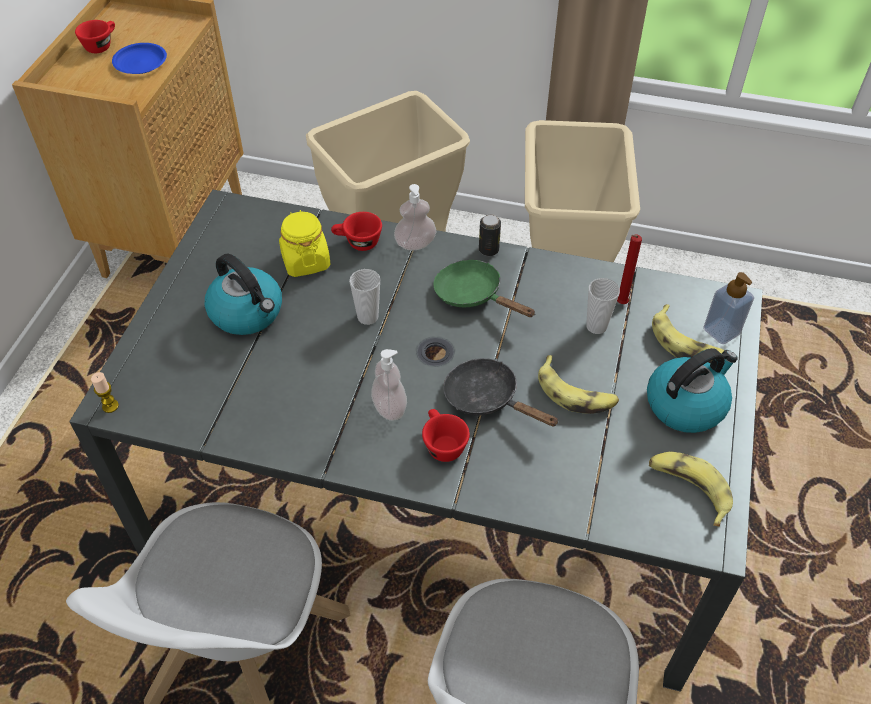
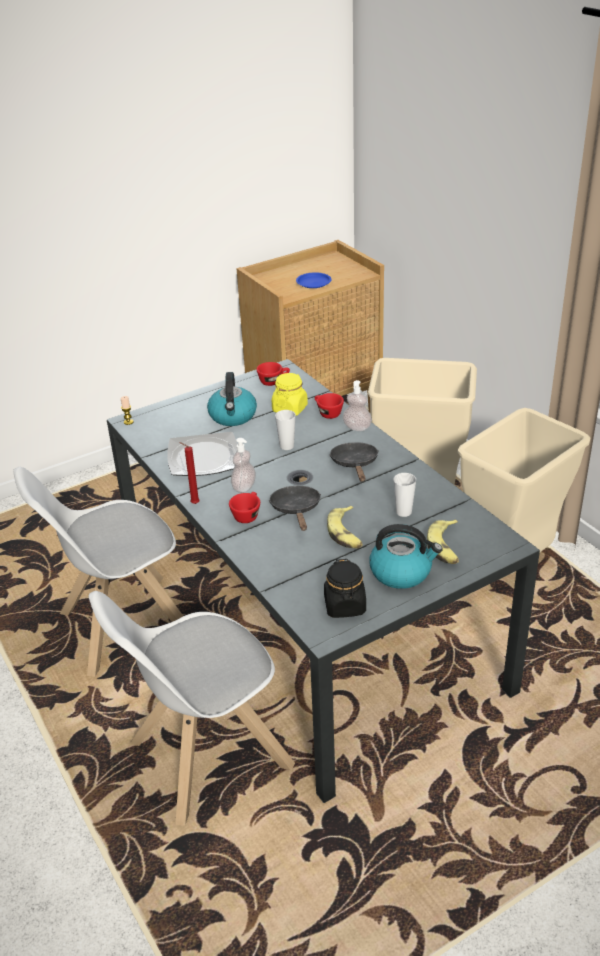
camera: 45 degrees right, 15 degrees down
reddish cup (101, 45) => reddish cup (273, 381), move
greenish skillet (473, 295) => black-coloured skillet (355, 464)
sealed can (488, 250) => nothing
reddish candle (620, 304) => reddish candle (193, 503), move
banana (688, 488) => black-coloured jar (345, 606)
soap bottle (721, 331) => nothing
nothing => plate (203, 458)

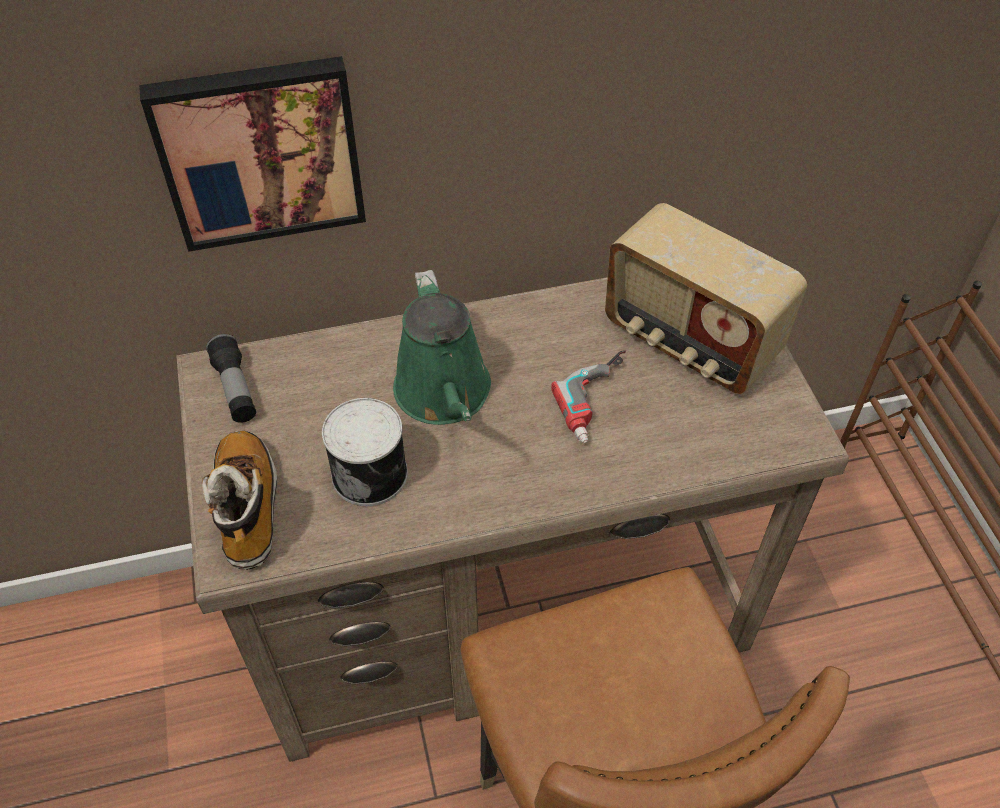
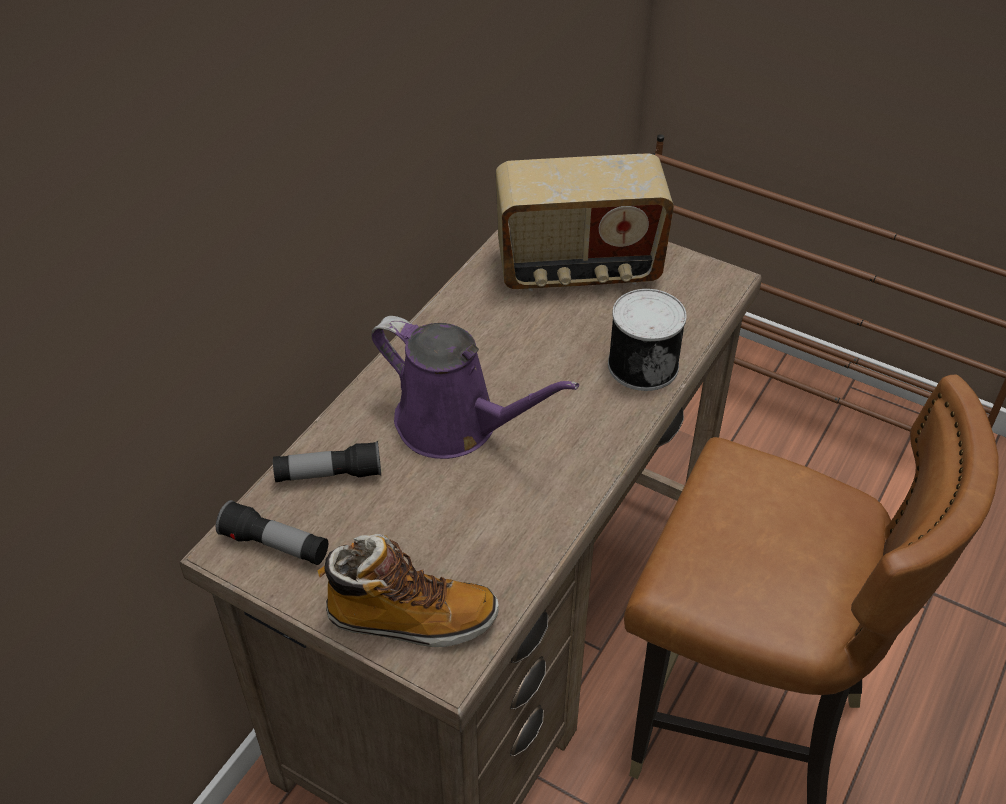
camera: 45 degrees left, 5 degrees down
picture (260, 151) => nothing
high-top boot (248, 507) => high-top boot (411, 618), 150 degrees clockwise
sealed can (371, 473) => sealed can (642, 364), move
greenish watering can (445, 395) => purple-coloured watering can (455, 425)
electric drill (601, 401) => nothing
nothing => hand torch (329, 474)

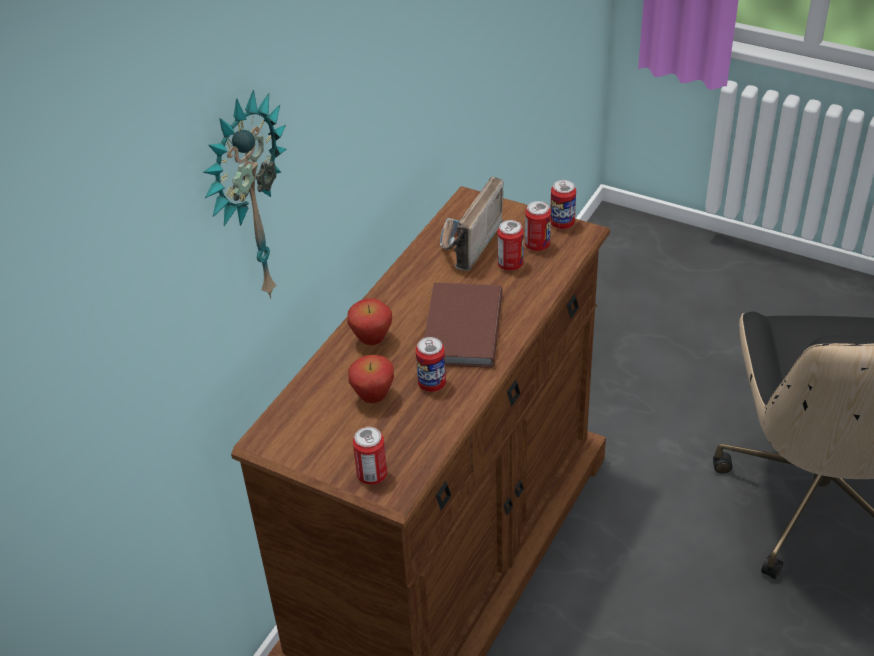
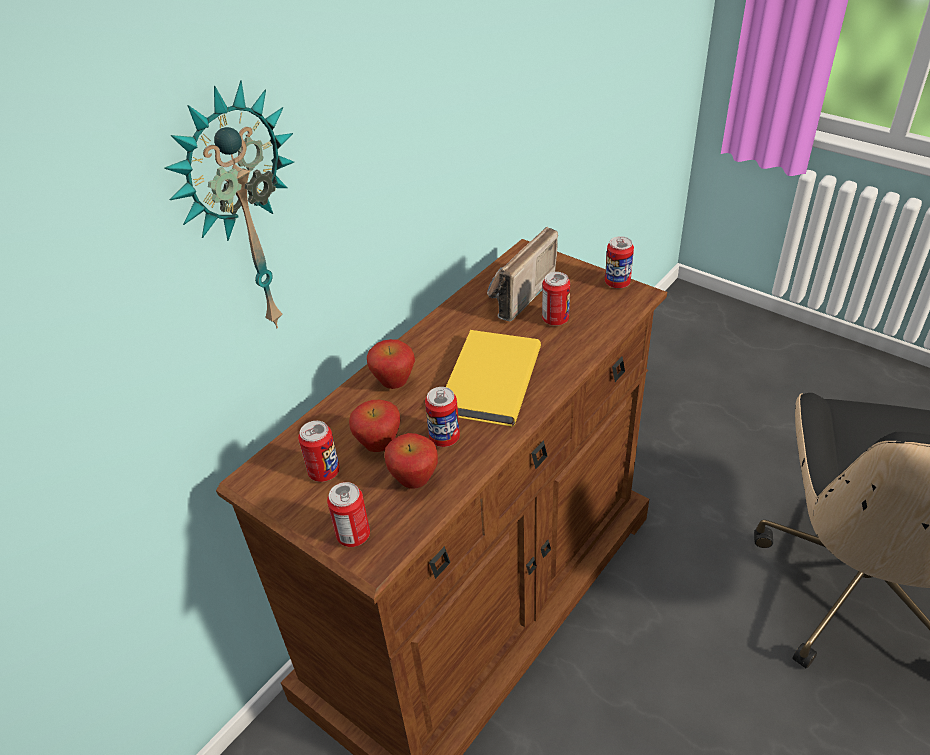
camera: 10 degrees right, 0 degrees up
brown-coloured volume (460, 329) => yellow-coloured volume (488, 381)
sealed can (537, 245) => sealed can (324, 472), move
nothing => apple fruit (414, 481)

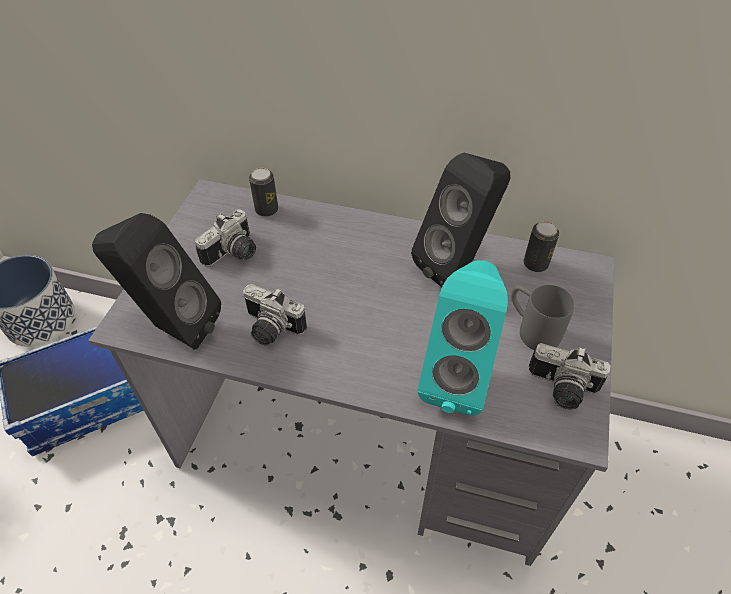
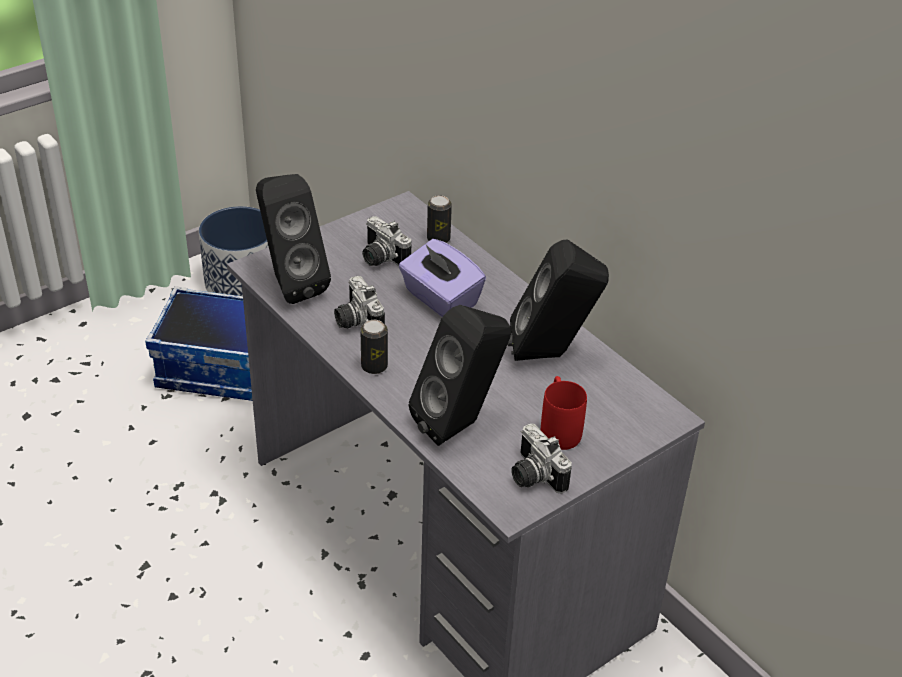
camera: 35 degrees right, 10 degrees down
photo camera (234, 254) => photo camera (380, 258), 60 degrees clockwise
blue-green audio speaker (457, 377) => black-coloured audio speaker (461, 424)
grey mug (531, 329) => reddish mug (558, 428)
sealed can (535, 264) => sealed can (374, 366), move
nothing => purple-coloured tissue holder (440, 299)

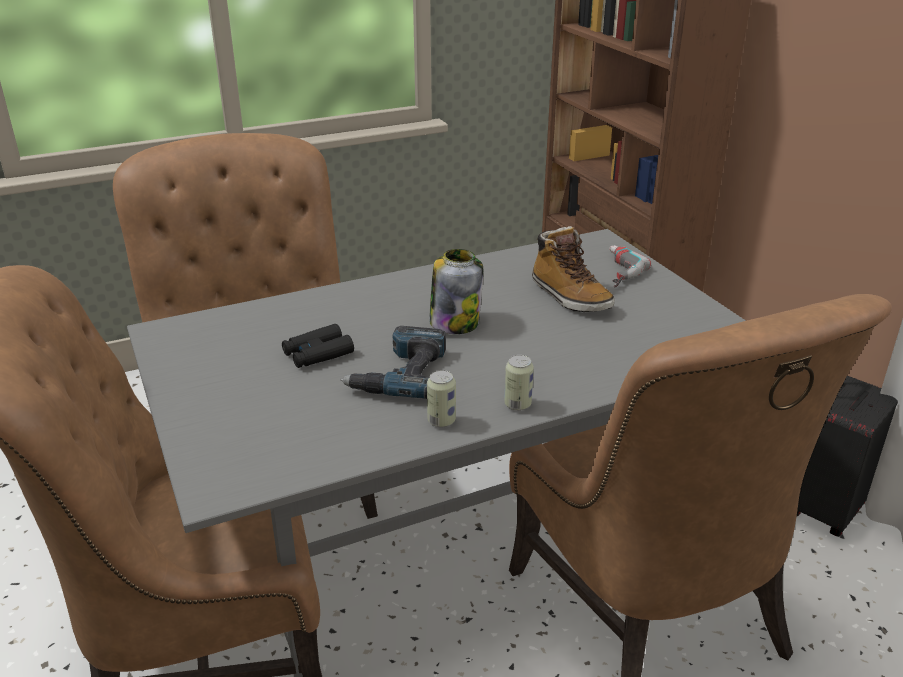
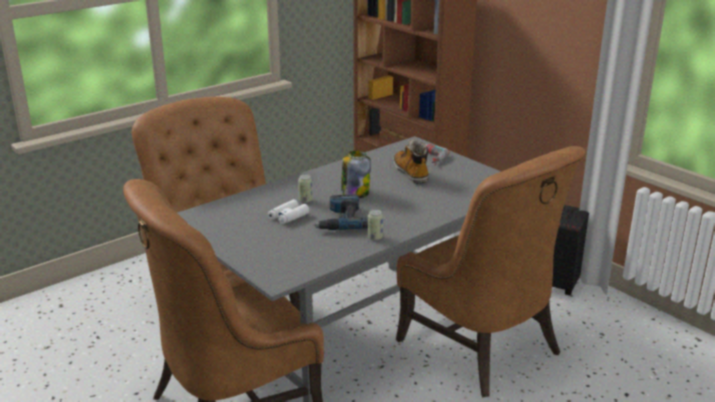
camera: 15 degrees left, 5 degrees down
black-coloured binoculars (318, 354) => white-coloured binoculars (288, 216)
sealed can (517, 404) => sealed can (305, 200), move
high-top boot (569, 297) => high-top boot (411, 173), 150 degrees counterclockwise

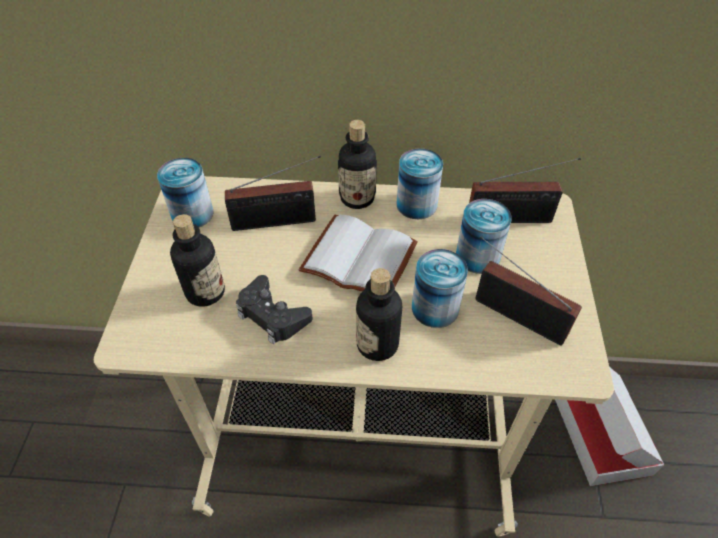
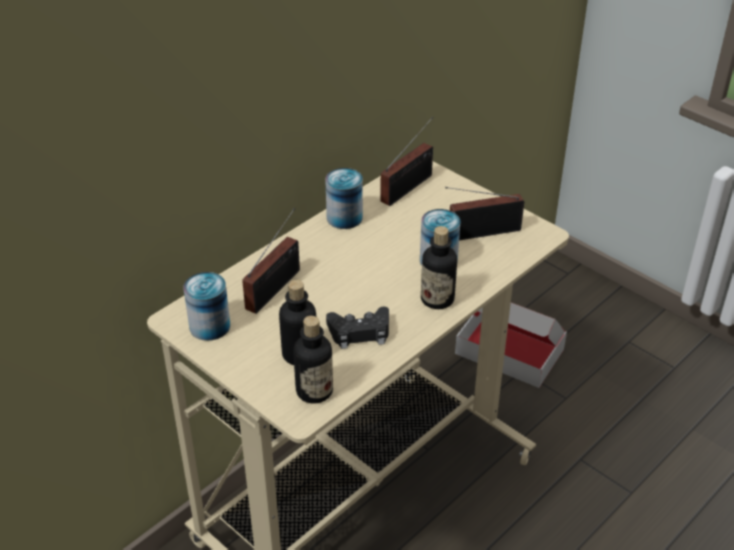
camera: 50 degrees left, 10 degrees down
white-coloured volume (362, 257) => nothing
beverage bottle (357, 198) => beverage bottle (314, 391), move
sealed can (477, 256) => nothing

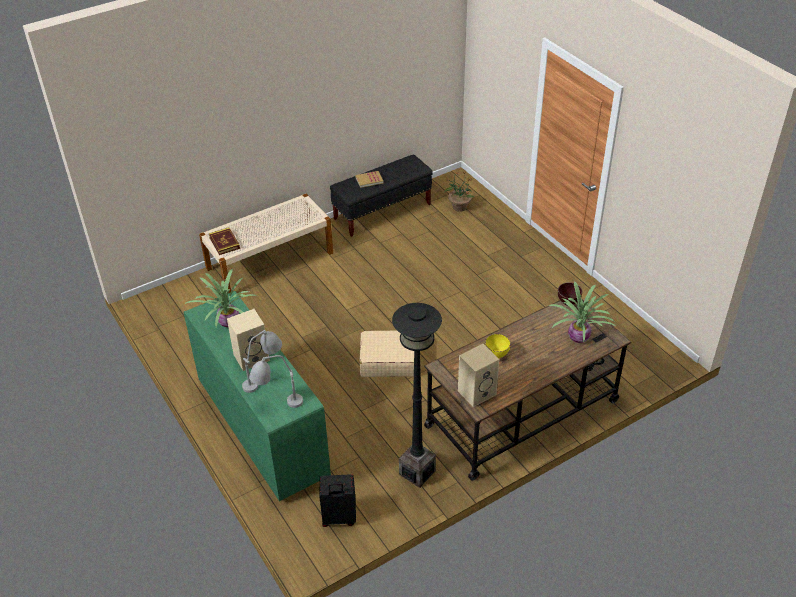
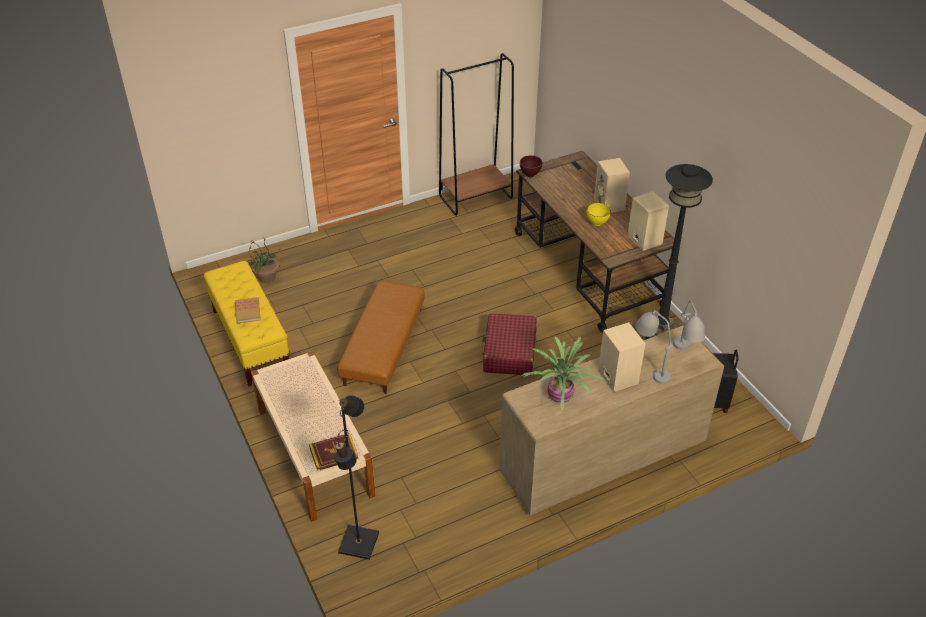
camera: 85 degrees left, 0 degrees up
greenish chest of drawers (262, 429) => beige chest of drawers (602, 459)
black-coloured indoor bench (382, 211) => yellow-coloured indoor bench (251, 341)
beige piece of luggage (389, 360) => reddish piece of luggage (509, 352)
plant in a pot (579, 337) => nothing
nothing => black-coloured standing lamp (358, 543)
nothing => brown-coloured pouffe (383, 346)
nothing => clothes rack (475, 198)
nothing => beige audio speaker (610, 205)

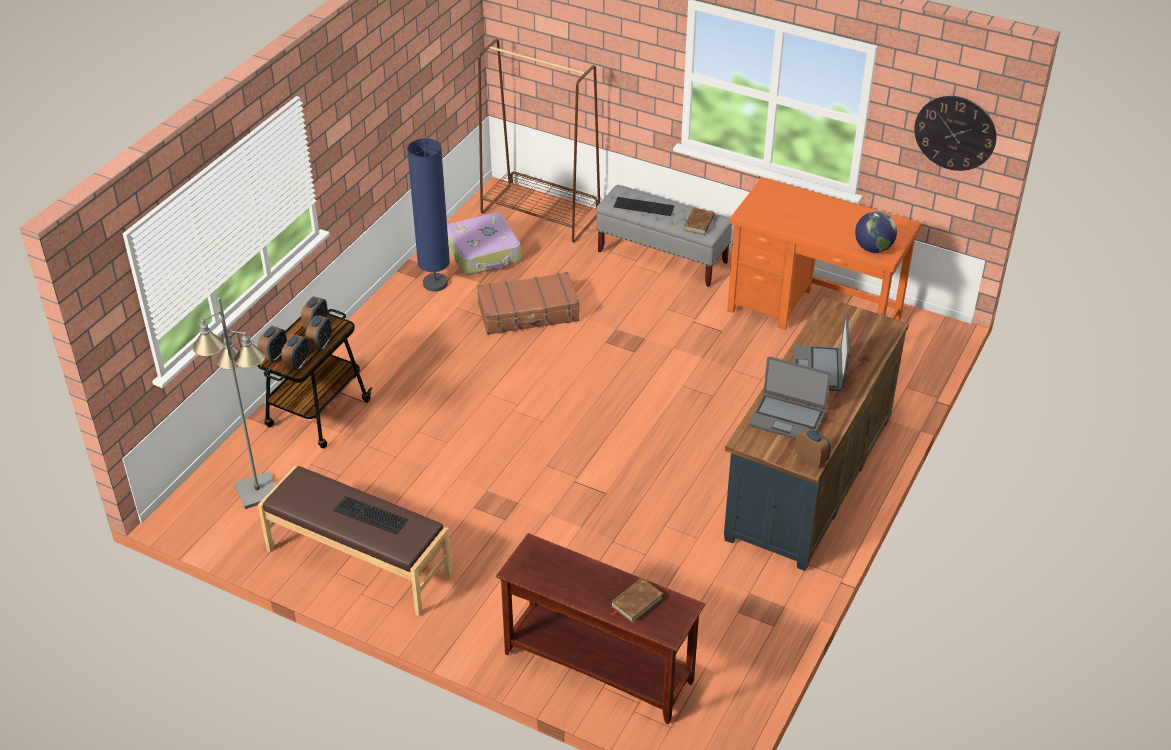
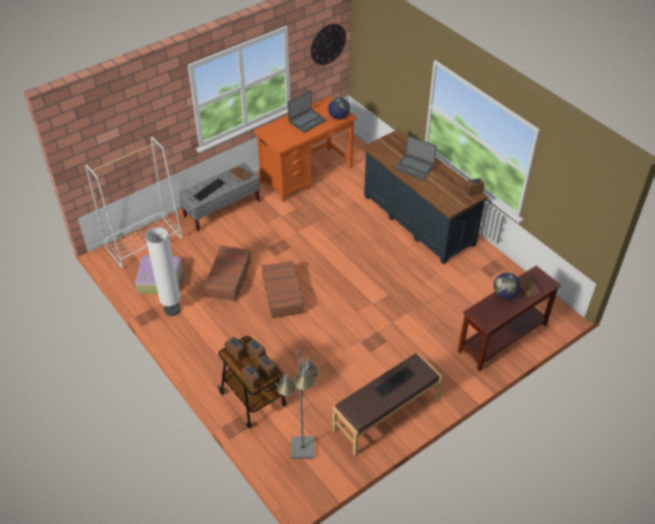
camera: 65 degrees left, 5 degrees up
blue standing lamp (435, 284) => white-coloured standing lamp (172, 310)
brown-coloured clothes rack (540, 214) => white-coloured clothes rack (144, 243)
laptop (787, 418) => laptop (307, 121), move
nothing => brown-coloured piece of luggage (283, 294)
nothing => world globe (505, 294)

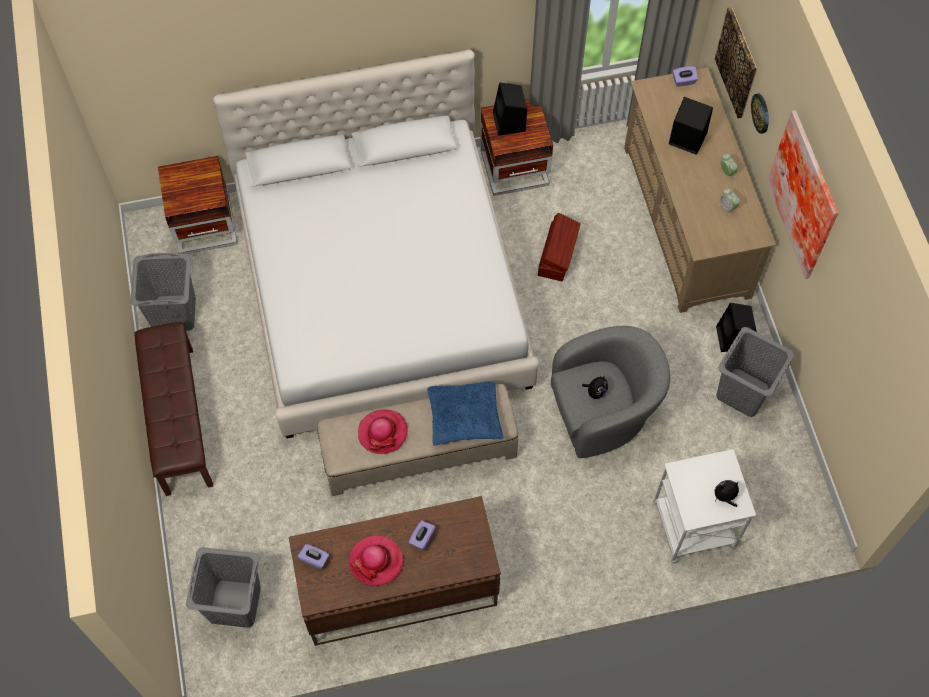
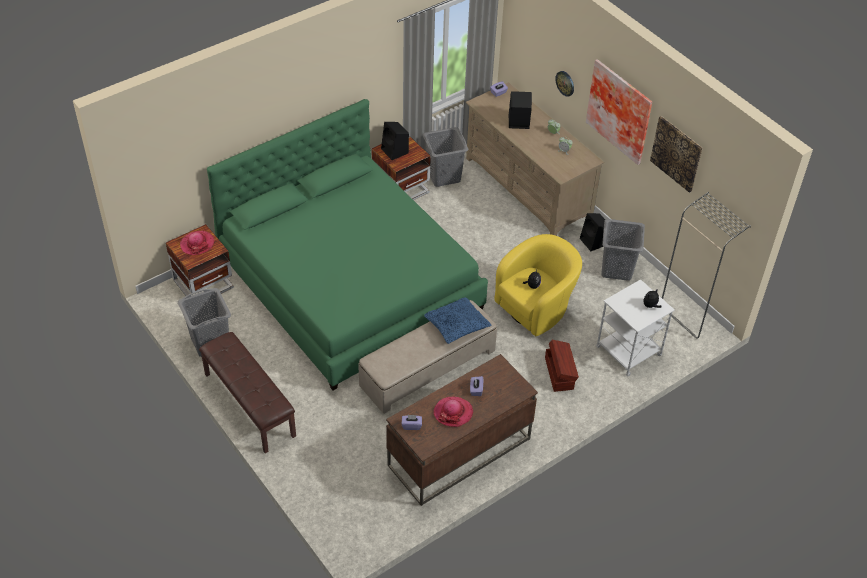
camera: 25 degrees left, 15 degrees down
grey hamper (235, 604) => grey hamper (444, 176), move
white-coloured bed (382, 288) => greenish bed (350, 282)
clothing hat (383, 432) => clothing hat (197, 244), move
brown-coloured storage container (557, 255) => brown-coloured storage container (559, 373), move
grey armchair (603, 412) => yellow-coloured armchair (536, 307)
picture (737, 63) => picture (676, 153), move
nothing => grey clothes rack (689, 316)

